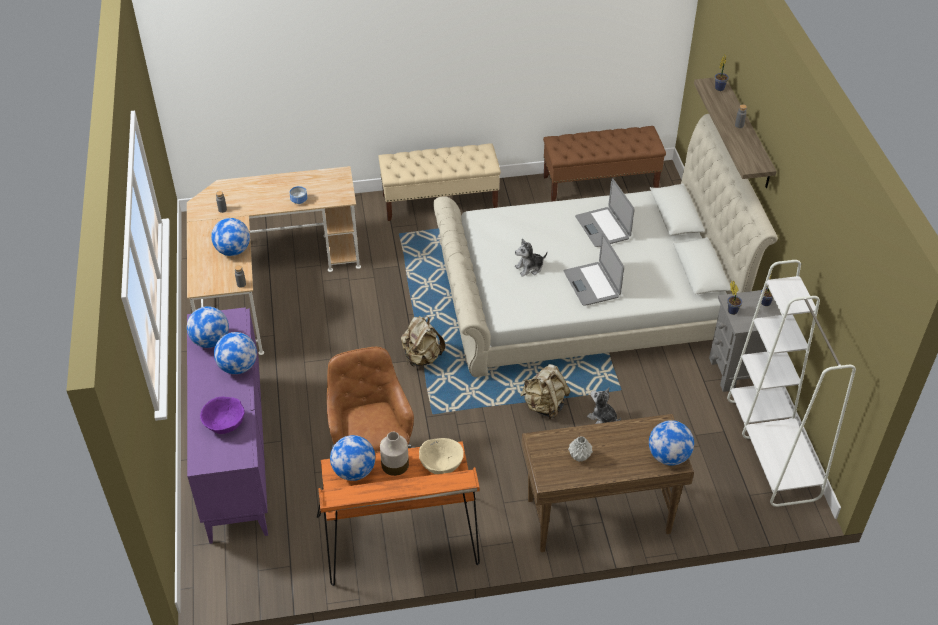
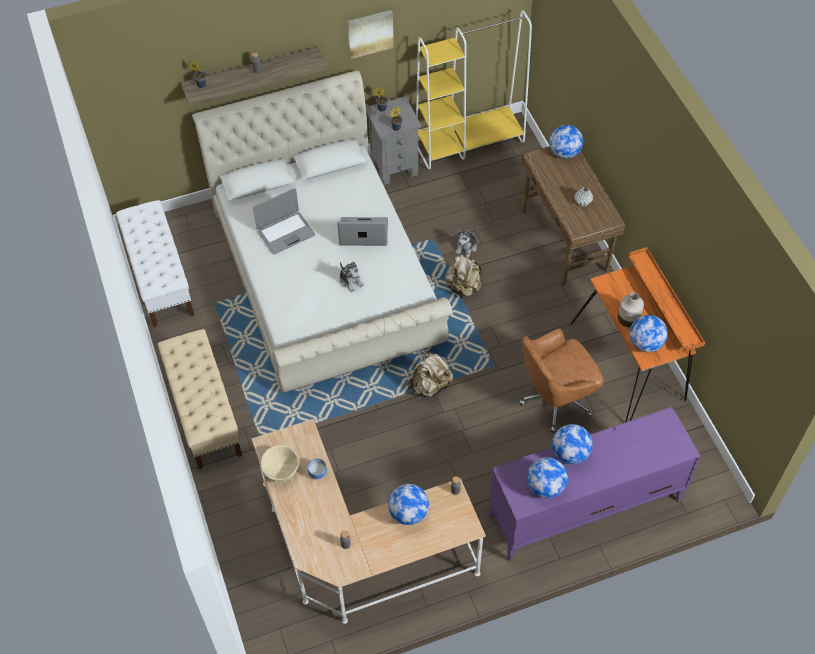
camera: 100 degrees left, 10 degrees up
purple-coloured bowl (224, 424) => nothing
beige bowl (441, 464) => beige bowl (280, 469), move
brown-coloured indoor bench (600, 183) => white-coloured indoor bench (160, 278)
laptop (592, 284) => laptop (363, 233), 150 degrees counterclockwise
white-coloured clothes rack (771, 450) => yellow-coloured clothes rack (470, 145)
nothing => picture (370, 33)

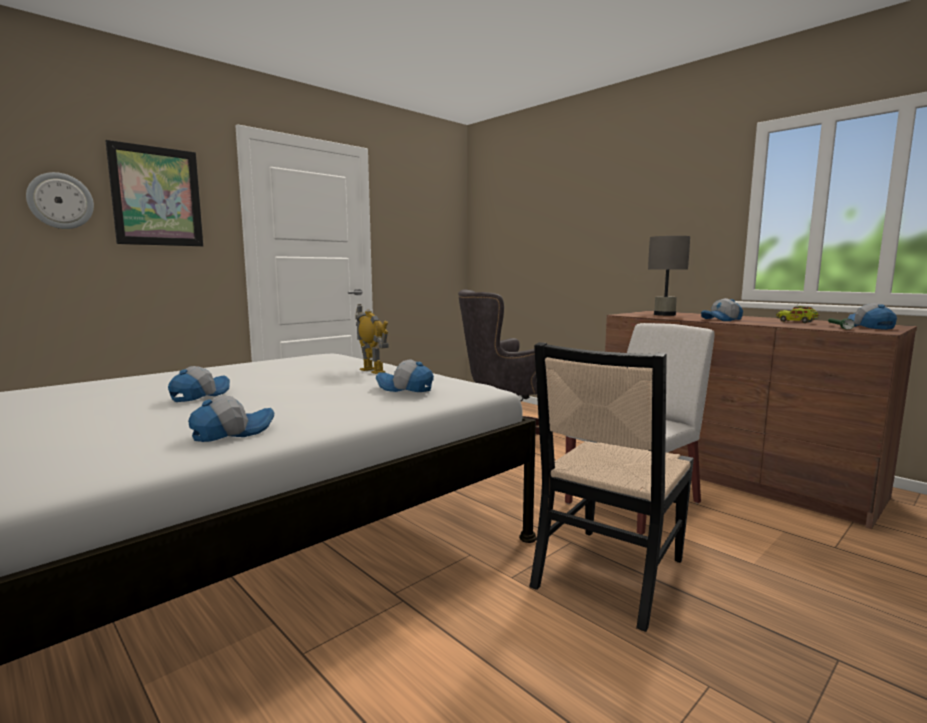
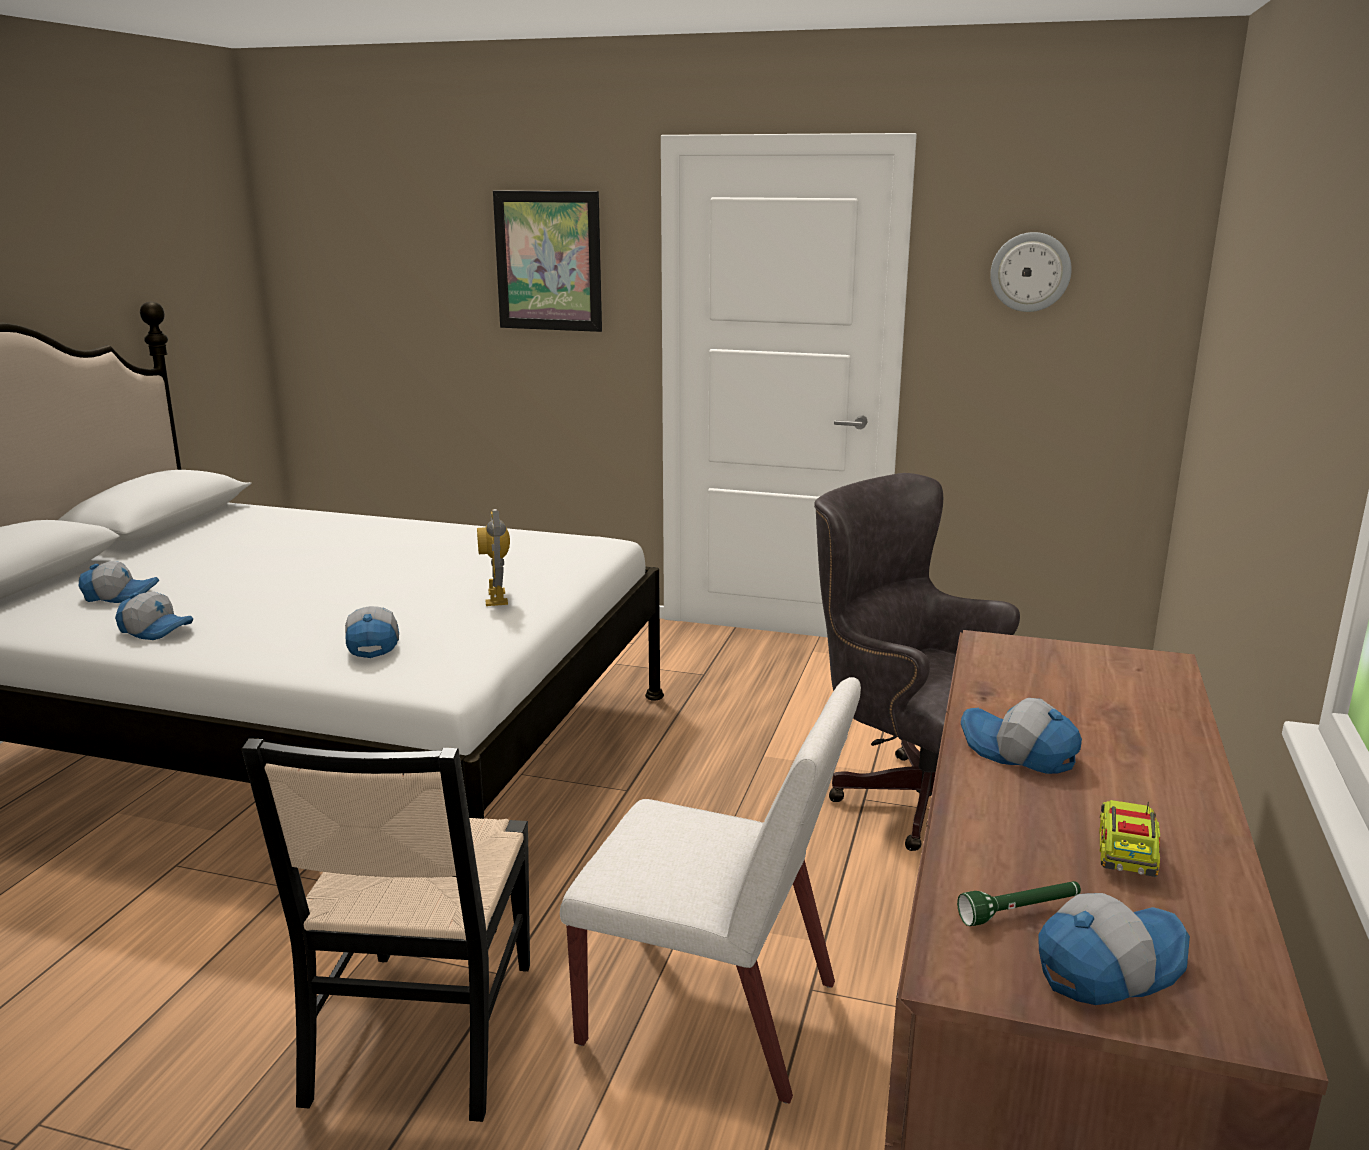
camera: 60 degrees right, 10 degrees up
hanging clock (60, 201) => hanging clock (1030, 272), move
baseball cap (199, 395) => baseball cap (121, 595), move
robot figure (372, 371) => robot figure (497, 597), 150 degrees clockwise
upright chair (610, 574) => upright chair (424, 1032), 90 degrees counterclockwise
grey tabletop lamp (664, 314) => nothing

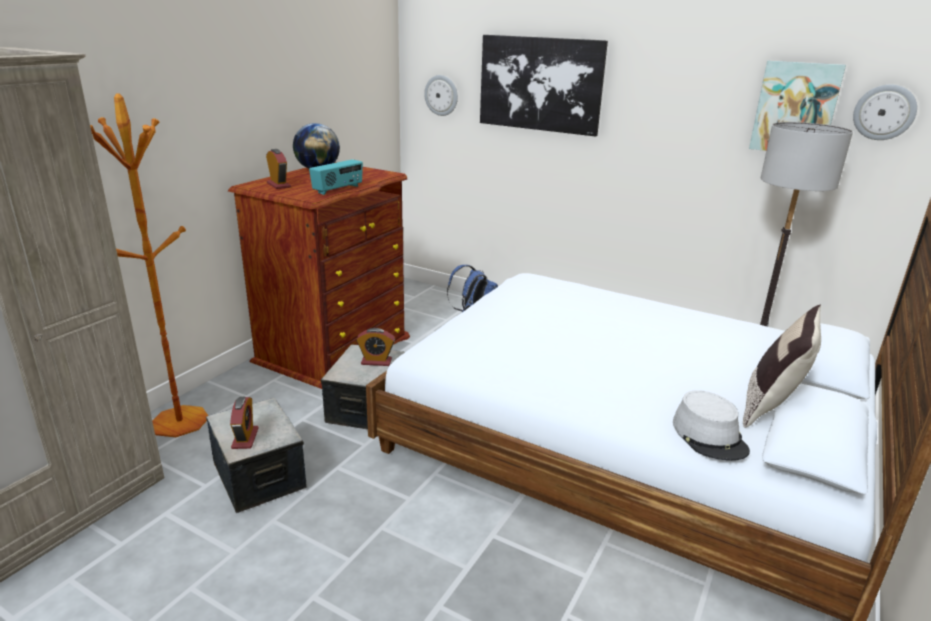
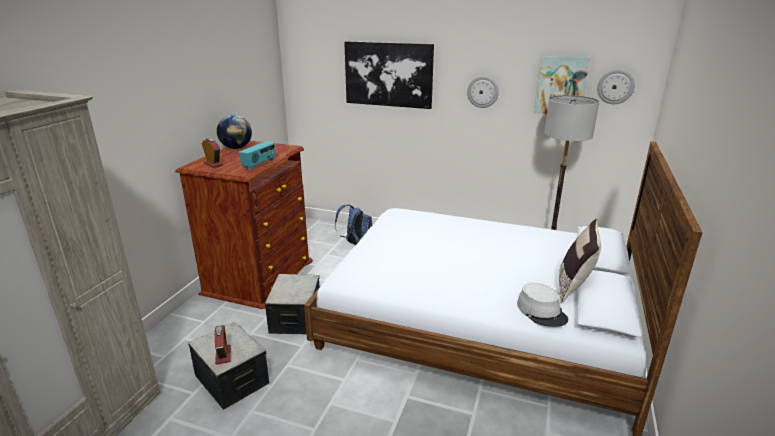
camera: 10 degrees left, 0 degrees up
orange-coloured clothes rack (180, 421) => nothing
bedside clock (376, 361) => nothing
hanging clock (441, 95) => hanging clock (483, 92), move

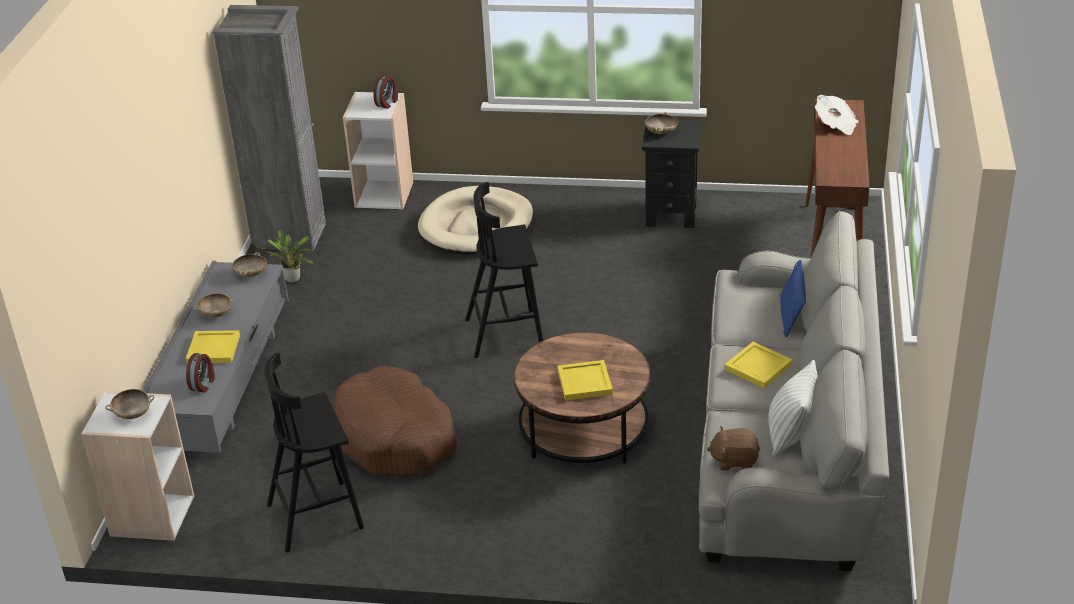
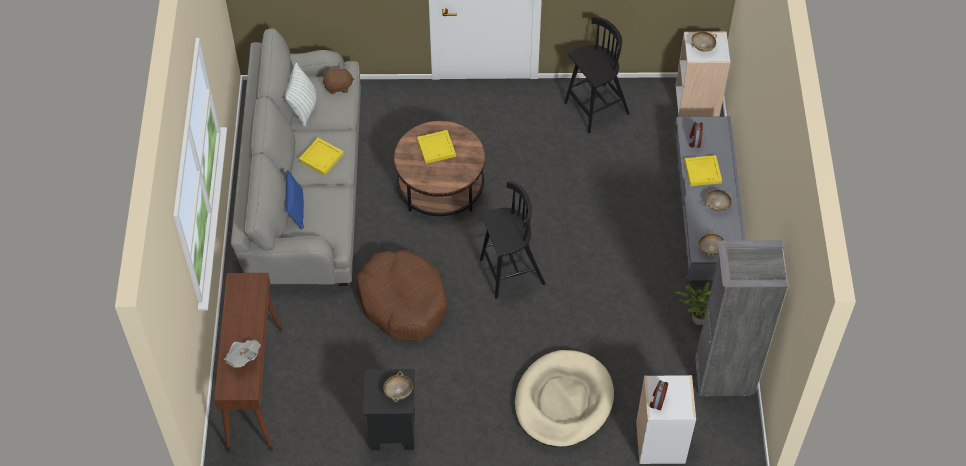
camera: 170 degrees right, 20 degrees up
brown-coloured pet bed (395, 437) => brown-coloured pet bed (402, 302), move

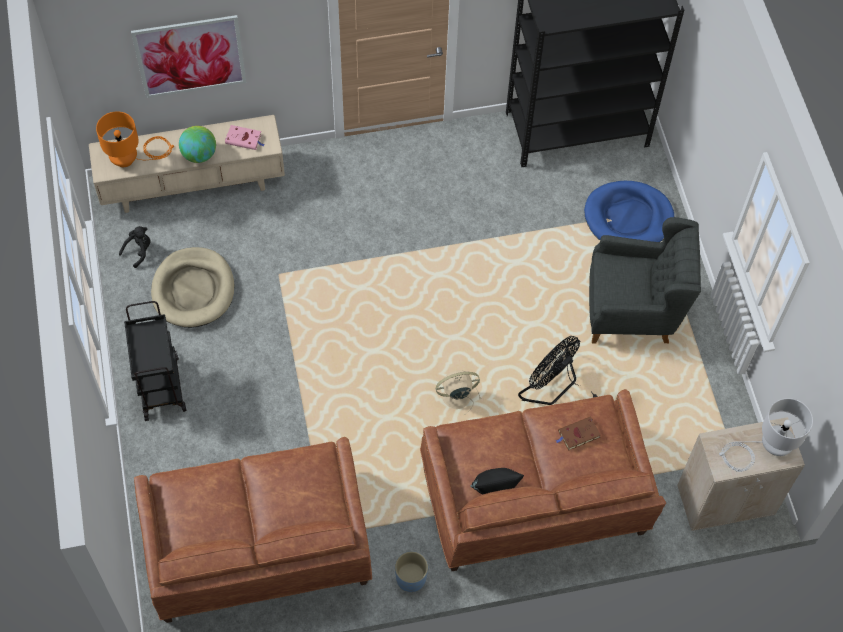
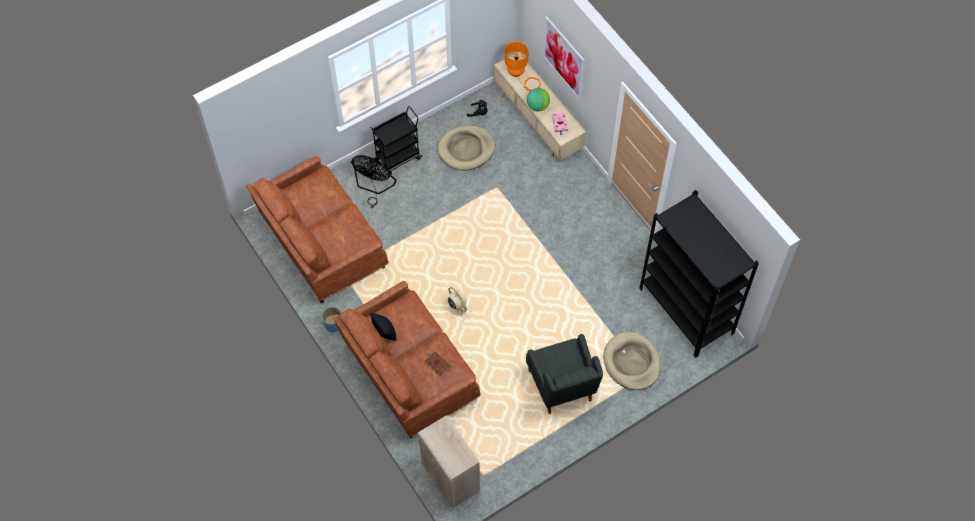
camera: 70 degrees right, 0 degrees up
black-coloured fan (557, 385) => black-coloured fan (372, 186), move
blue pet bed (628, 218) => beige pet bed (632, 362)
grey tabletop lamp (761, 449) => nothing

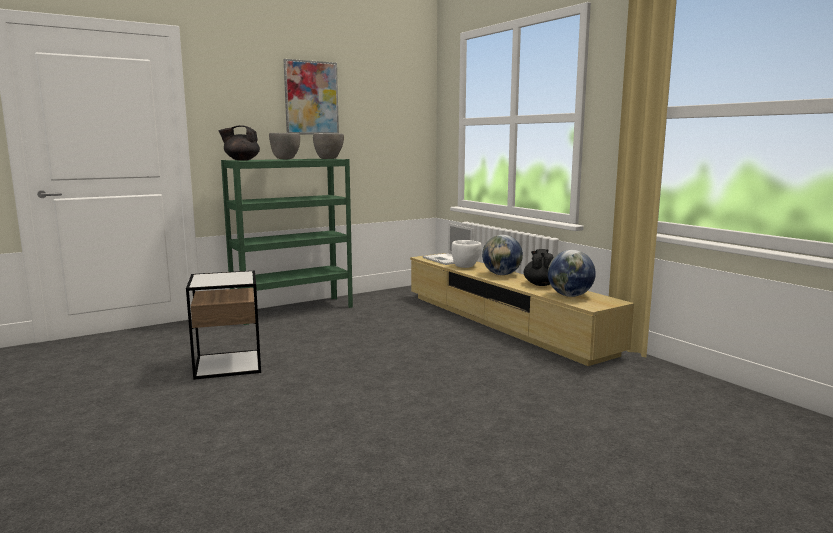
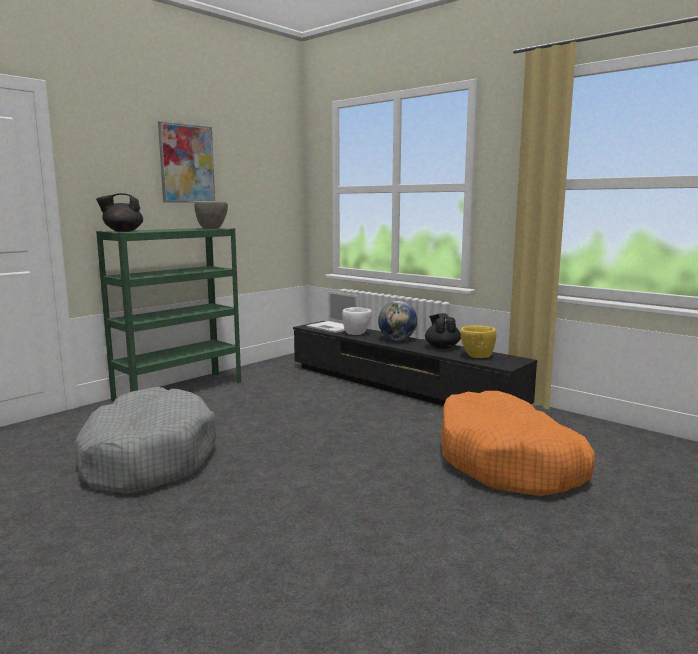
camera: 15 degrees left, 0 degrees up
accent table (228, 364) => grey pet bed (146, 458)
grey bowl (285, 159) => nothing
beige tv unit (502, 323) => black-coloured tv unit (400, 387)
world globe (569, 296) => yellow-coloured bowl (477, 357)
nothing => orange-coloured pet bed (509, 462)

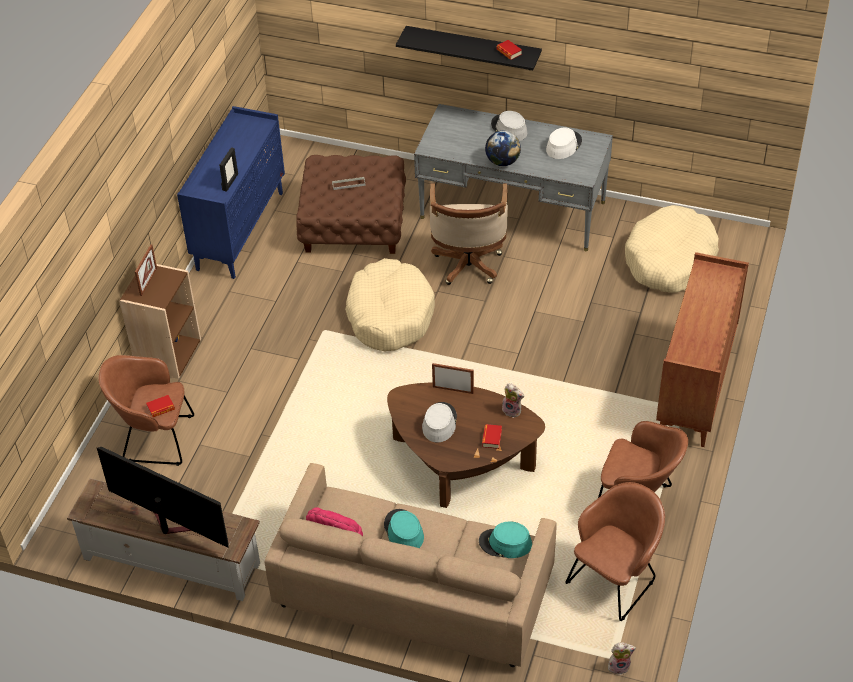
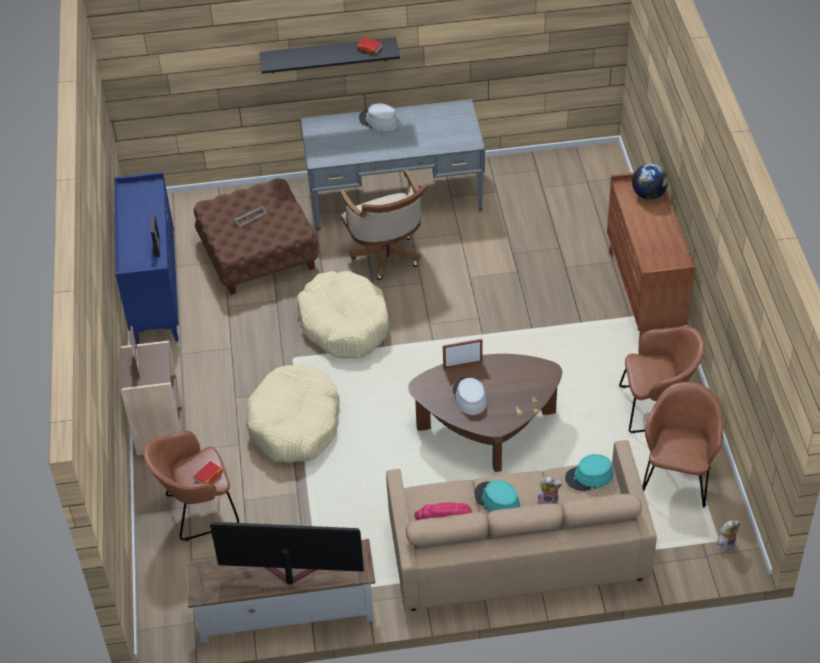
camera: 25 degrees left, 0 degrees up
volume (491, 438) => nothing
world globe (502, 162) => world globe (648, 195), move
cuddly toy (513, 410) => cuddly toy (548, 501), move
white-coloured clothing hat (563, 145) => nothing
beige pet bed (670, 260) => beige pet bed (295, 424), move

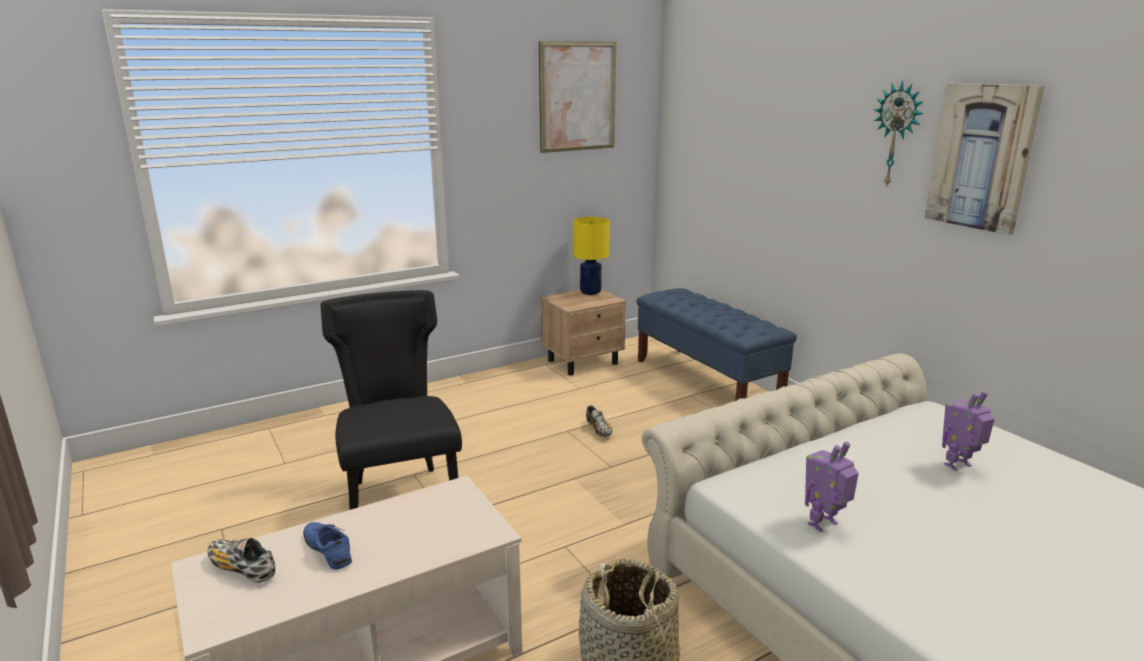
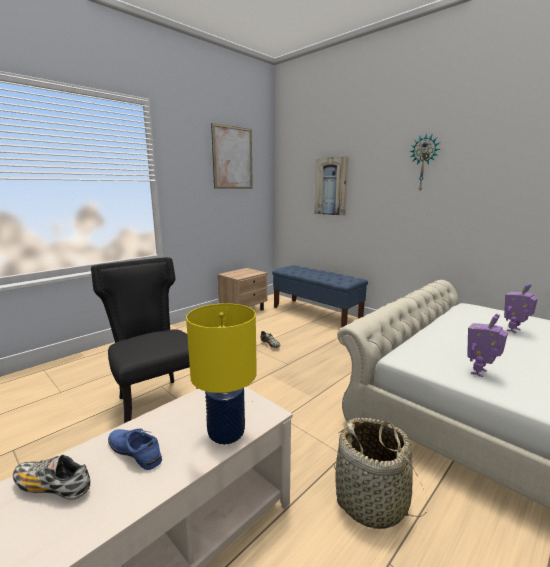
camera: 15 degrees left, 5 degrees down
yellow-coloured tabletop lamp (590, 293) => yellow-coloured tabletop lamp (226, 436), move
picture (982, 157) => picture (331, 186), move

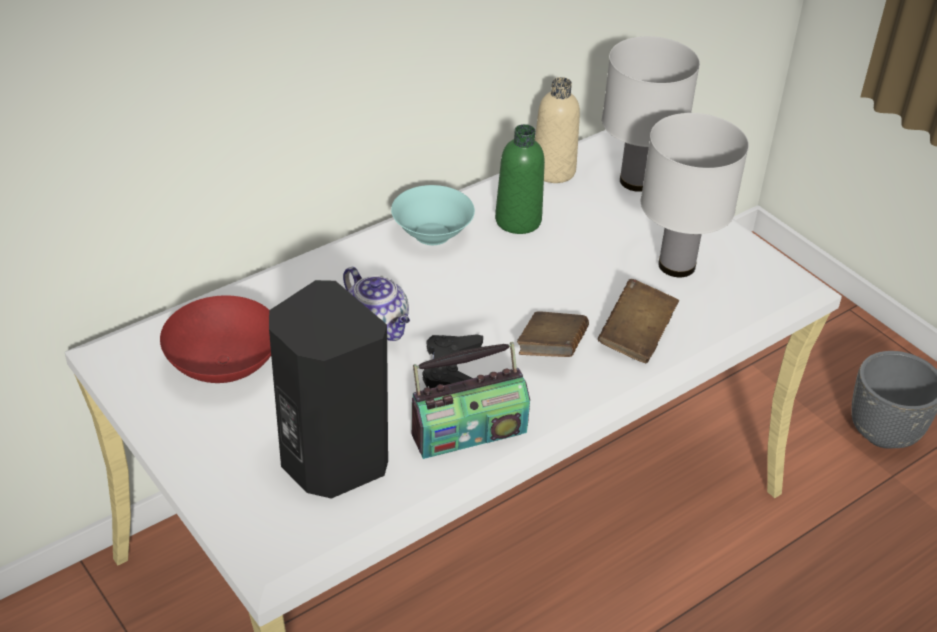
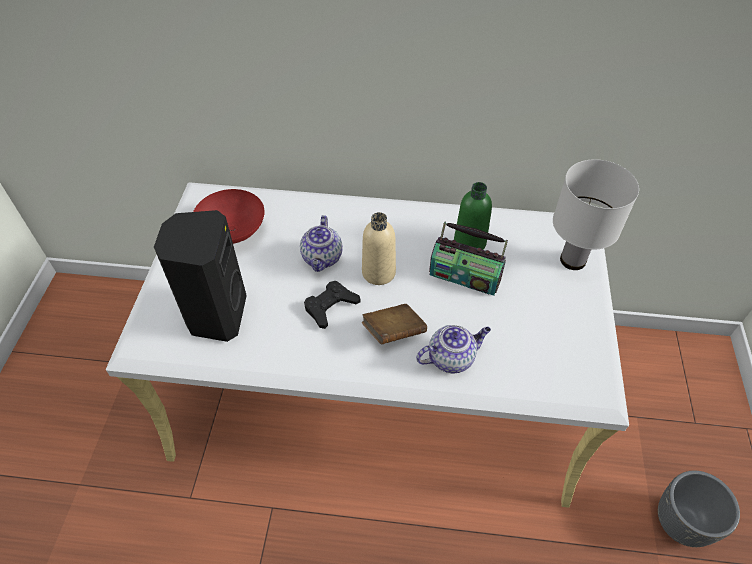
camera: 45 degrees right, 10 degrees up
blue-green bowl (432, 234) => nothing
radio set (468, 431) => radio set (465, 276), move
beige beverage bottle (553, 171) => beige beverage bottle (378, 272), move
brown-coloured volume (636, 336) => pot for tea (451, 358)
white-coloured tabletop lamp (676, 266) => nothing

